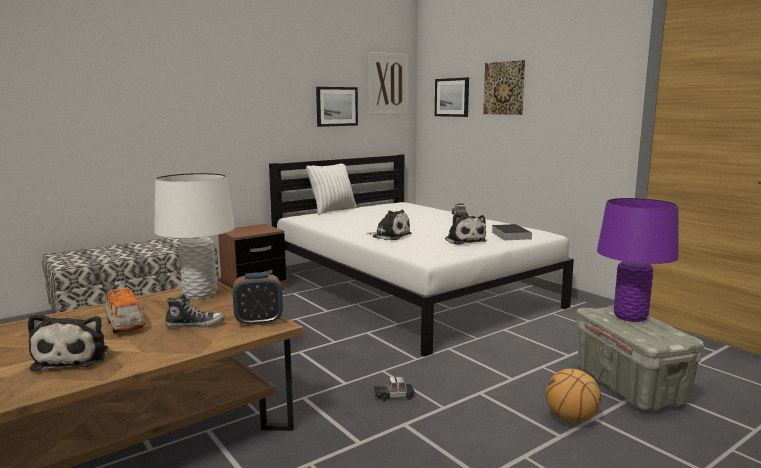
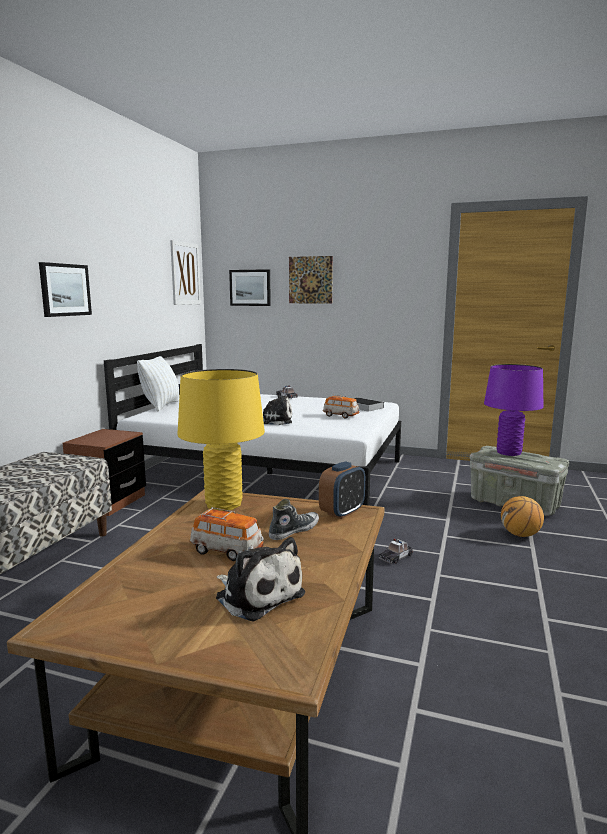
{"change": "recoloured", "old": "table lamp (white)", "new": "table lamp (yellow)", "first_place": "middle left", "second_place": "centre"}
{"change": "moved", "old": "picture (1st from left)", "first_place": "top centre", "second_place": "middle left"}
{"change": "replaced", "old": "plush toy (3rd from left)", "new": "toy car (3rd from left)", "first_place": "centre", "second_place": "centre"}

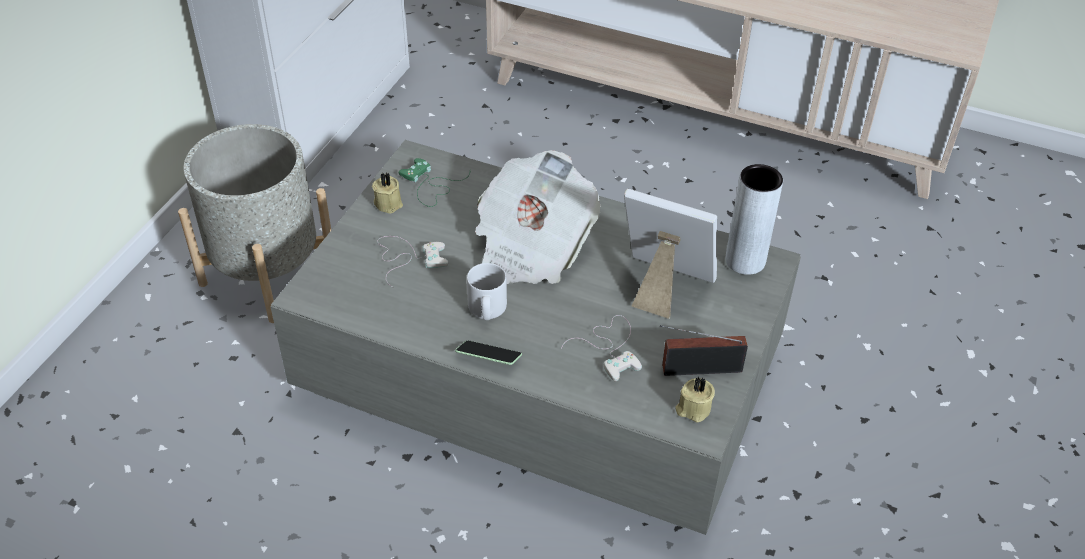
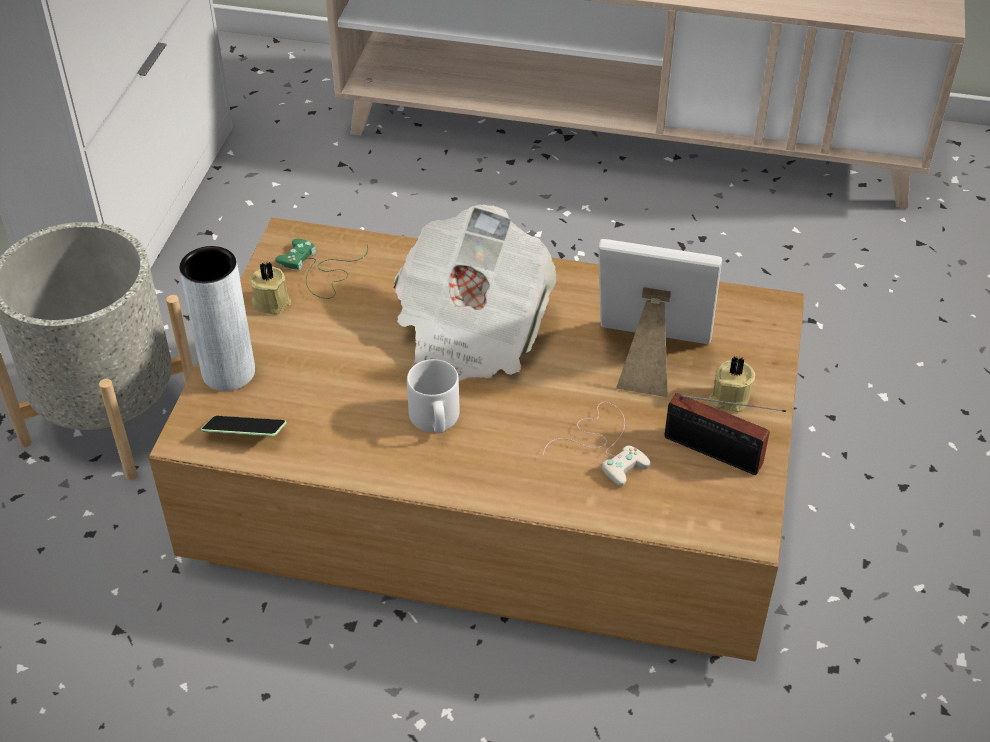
{"change": "recoloured", "old": "coffee table (grey)", "new": "coffee table (brown)", "first_place": "centre", "second_place": "centre"}
{"change": "removed", "old": "game controller (white) (1st from left)", "first_place": "centre"}
{"change": "moved", "old": "phone", "first_place": "centre", "second_place": "middle left"}
{"change": "turned", "old": "radio", "first_place": "centre", "second_place": "middle right", "degrees": -135}
{"change": "moved", "old": "candle (beige) (2nd from left)", "first_place": "bottom centre", "second_place": "middle right"}
{"change": "moved", "old": "vase (grey)", "first_place": "middle right", "second_place": "middle left"}

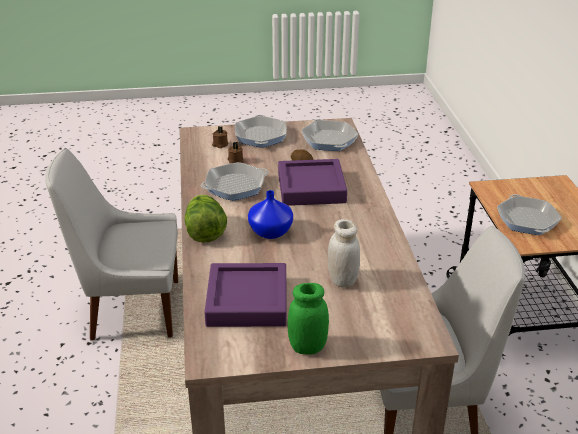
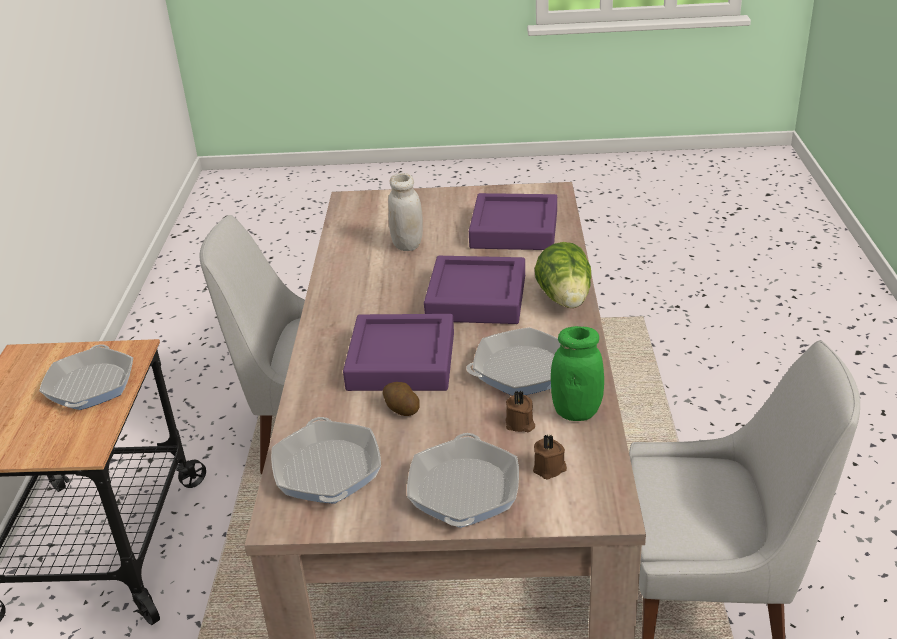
{"change": "replaced", "old": "vase (blue)", "new": "tray (purple) (2nd from left)", "first_place": "centre", "second_place": "centre"}
{"change": "moved", "old": "jar (green)", "first_place": "bottom centre", "second_place": "centre"}

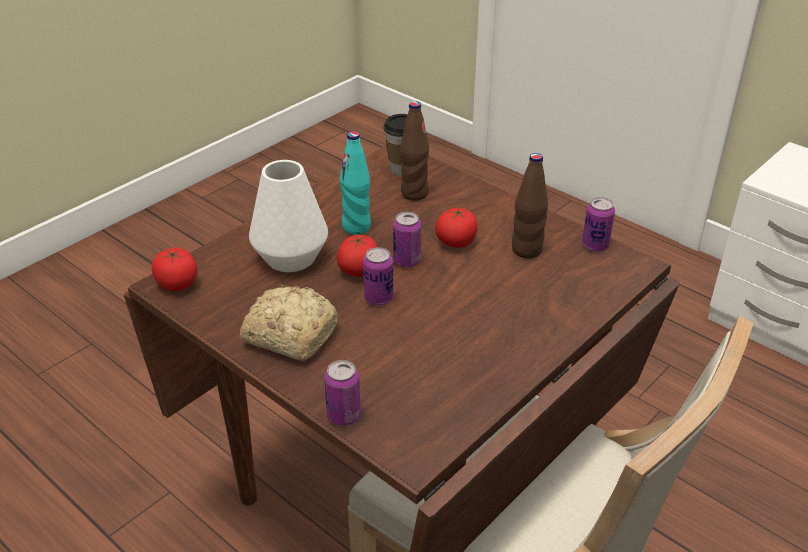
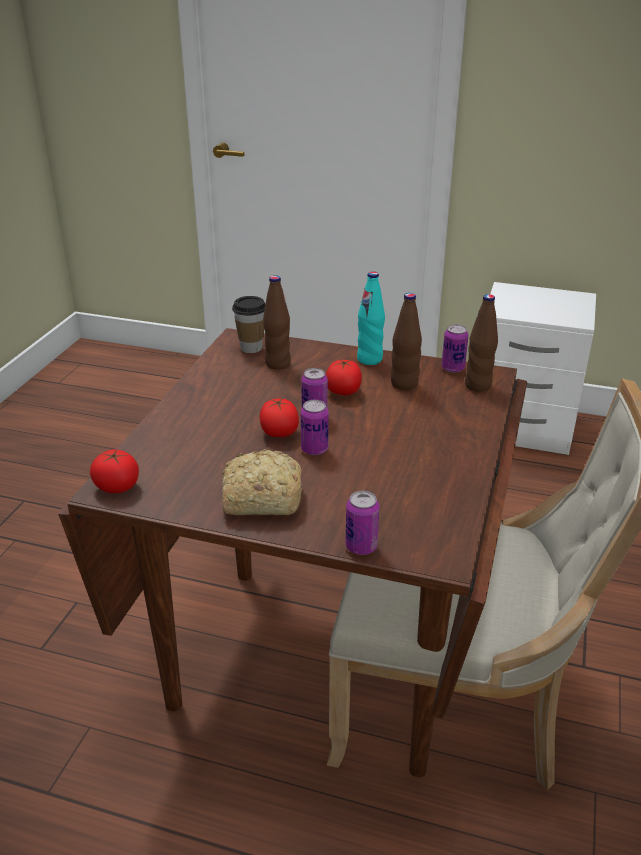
{"change": "removed", "old": "vase (white)", "first_place": "centre"}
{"change": "moved", "old": "bottle (turquoise)", "first_place": "top centre", "second_place": "centre"}
{"change": "added", "new": "bottle (brown) (3rd from left)", "second_place": "middle right"}

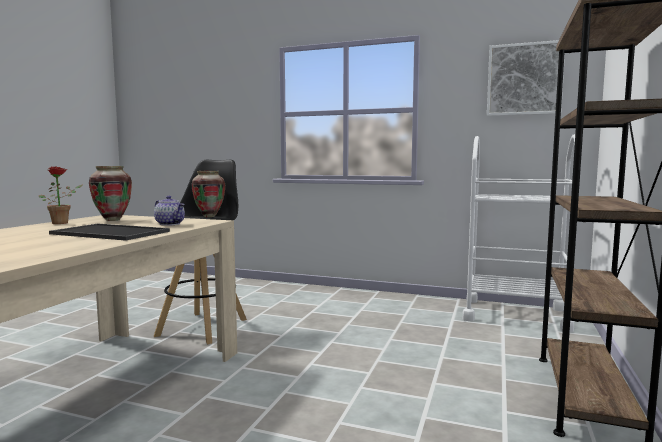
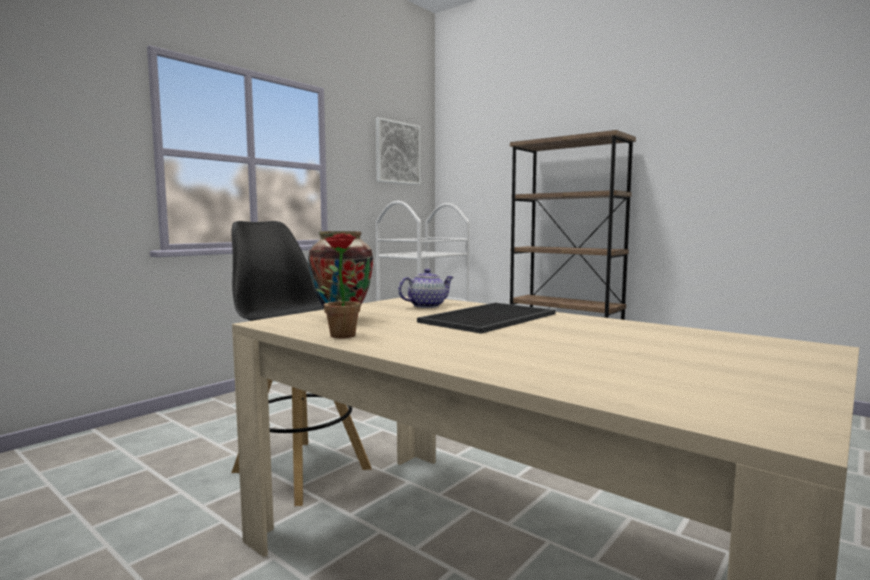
{"change": "removed", "old": "vase (2nd from left)", "first_place": "middle left"}

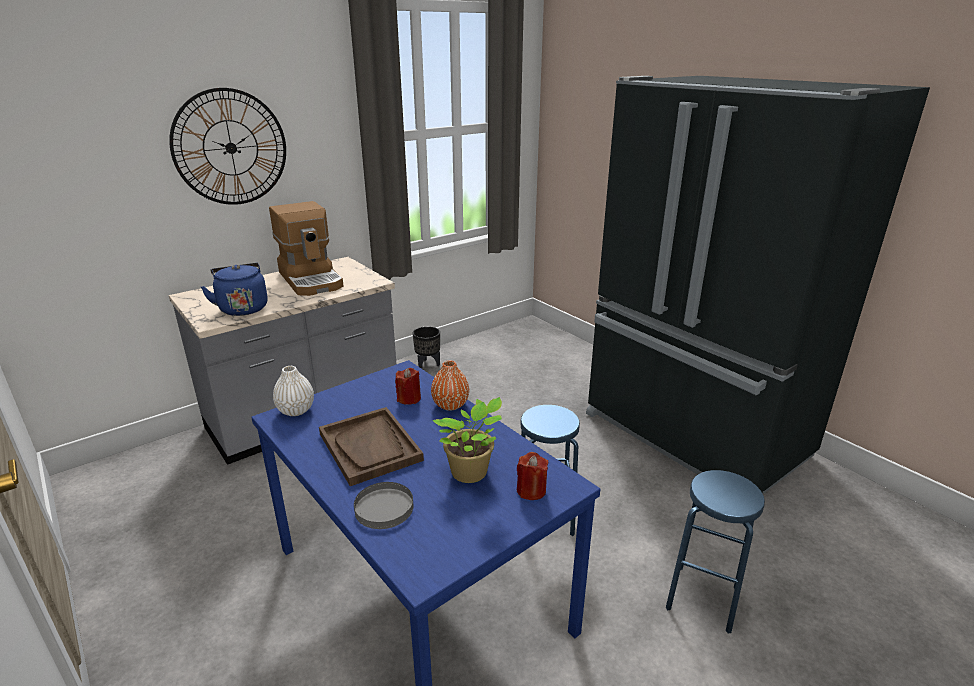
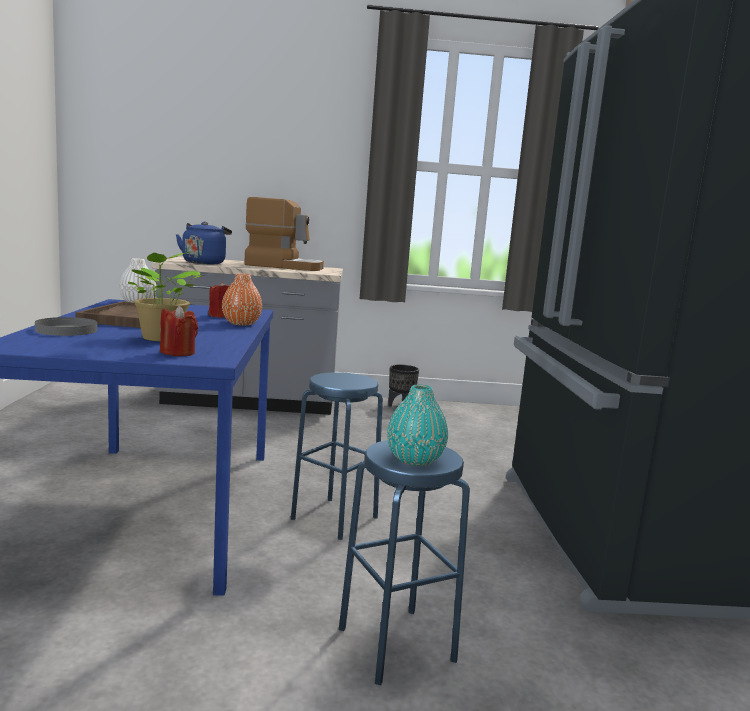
{"change": "removed", "old": "wall clock", "first_place": "top left"}
{"change": "turned", "old": "coffee machine", "first_place": "middle left", "second_place": "top centre", "degrees": -90}
{"change": "added", "new": "vase (turquoise)", "second_place": "centre"}

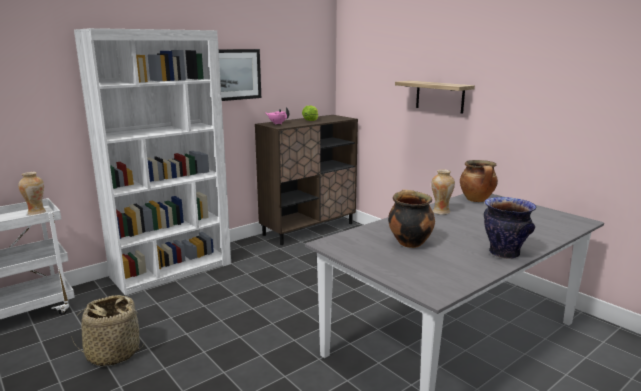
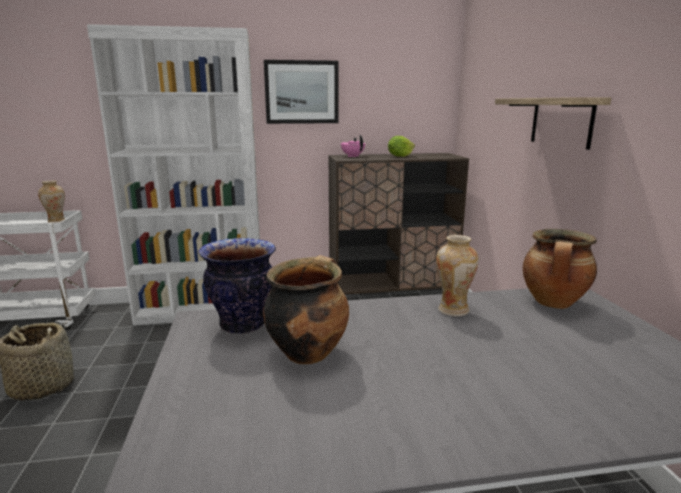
{"change": "moved", "old": "vase (3rd from left in the first image)", "new": "vase (2nd from left)", "first_place": "middle right", "second_place": "centre"}

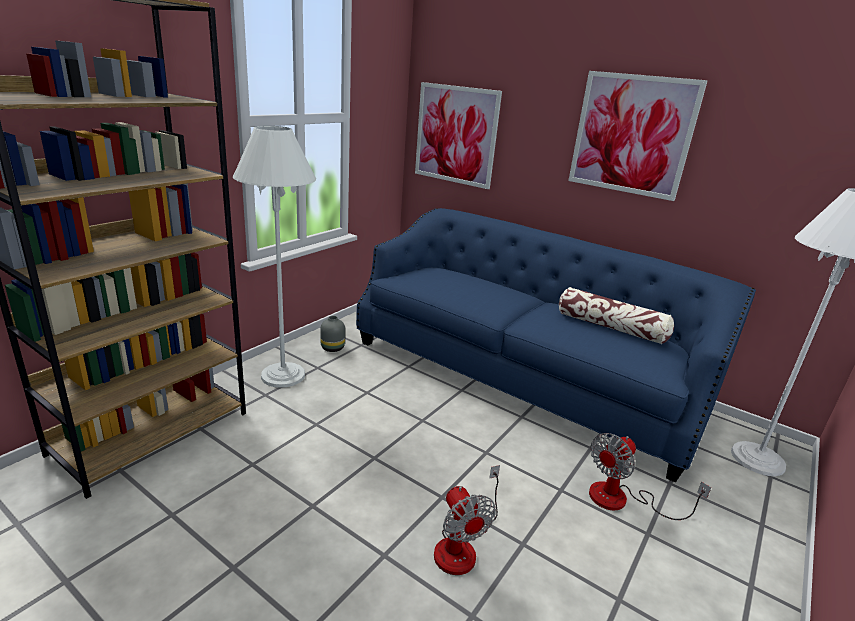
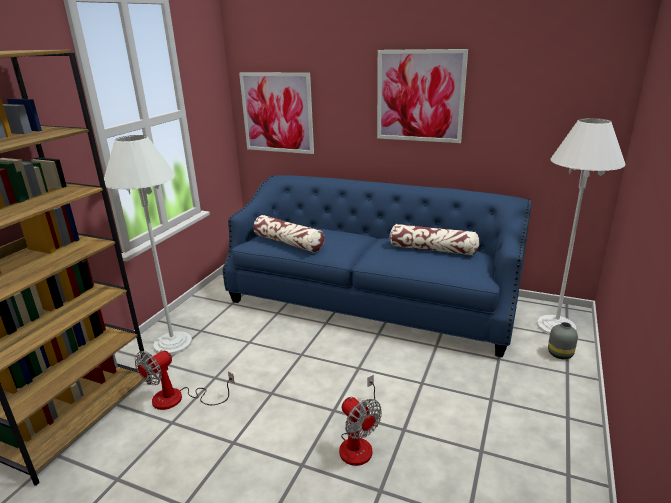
{"change": "moved", "old": "vase (grey)", "first_place": "centre", "second_place": "bottom right"}
{"change": "moved", "old": "fan (2nd from left in the first image)", "new": "fan (1st from left)", "first_place": "bottom right", "second_place": "bottom left"}
{"change": "added", "new": "pillow (1st from left)", "second_place": "centre"}

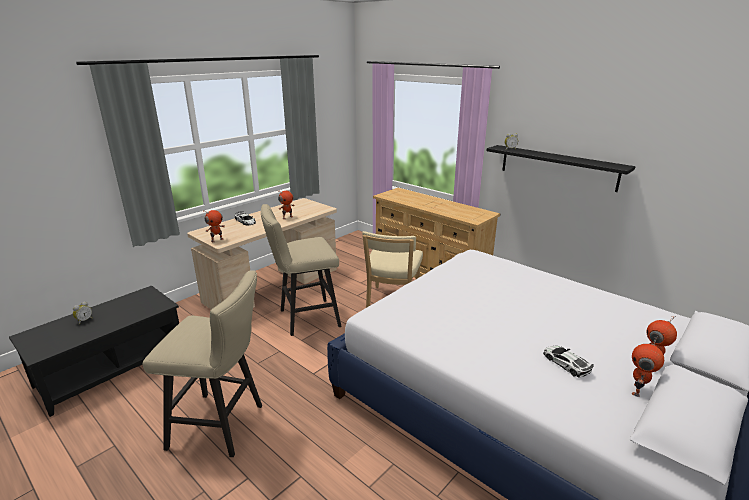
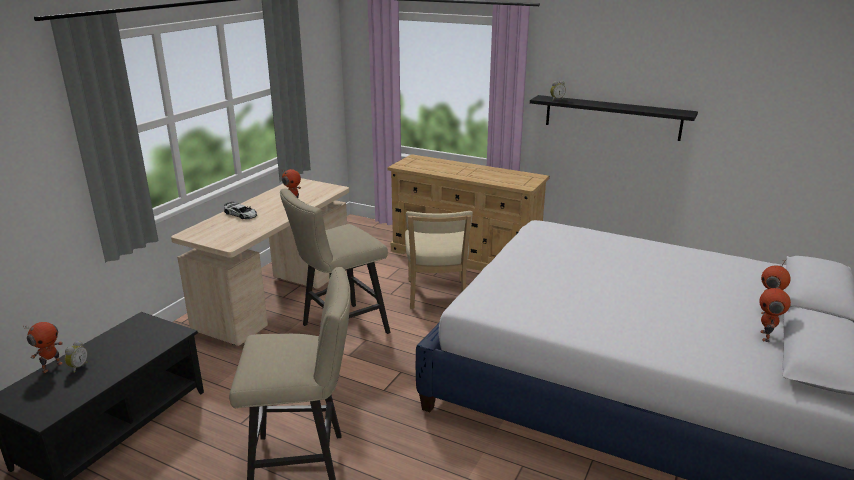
{"change": "moved", "old": "toy robot (1st from left)", "first_place": "middle left", "second_place": "bottom left"}
{"change": "removed", "old": "toy car (2nd from left)", "first_place": "bottom right"}

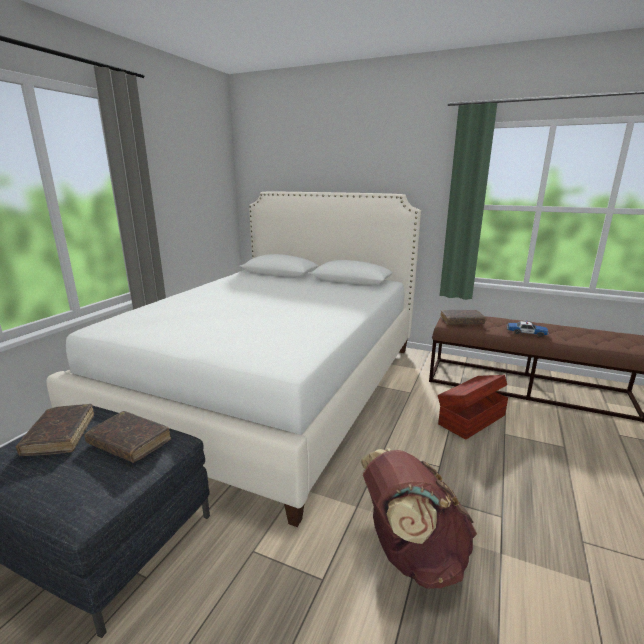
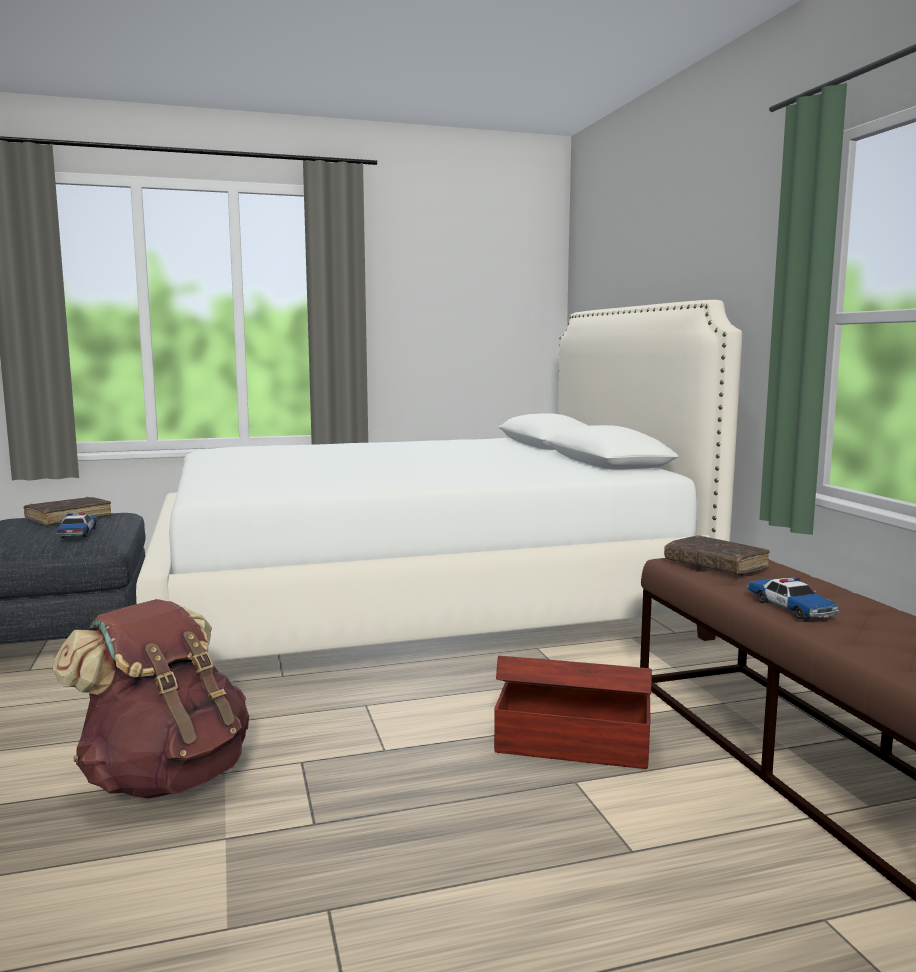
{"change": "replaced", "old": "book (brown) (2nd from left)", "new": "toy car (1st from left)", "first_place": "bottom left", "second_place": "middle left"}

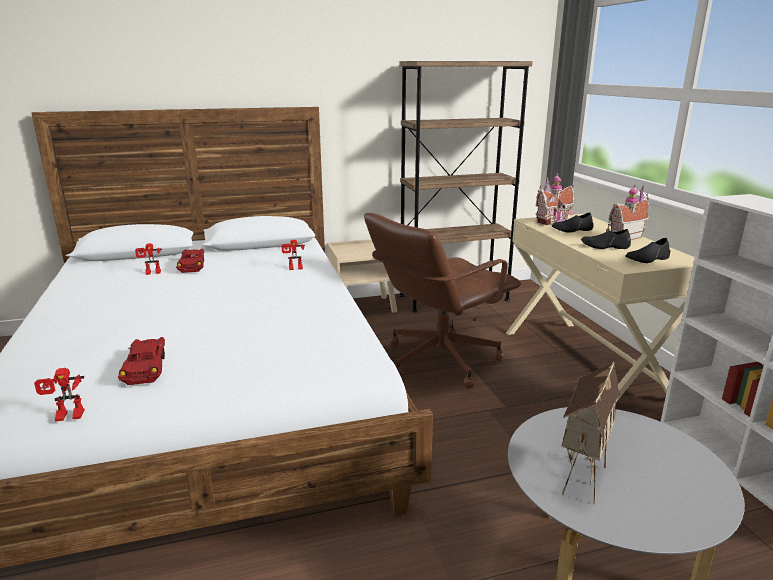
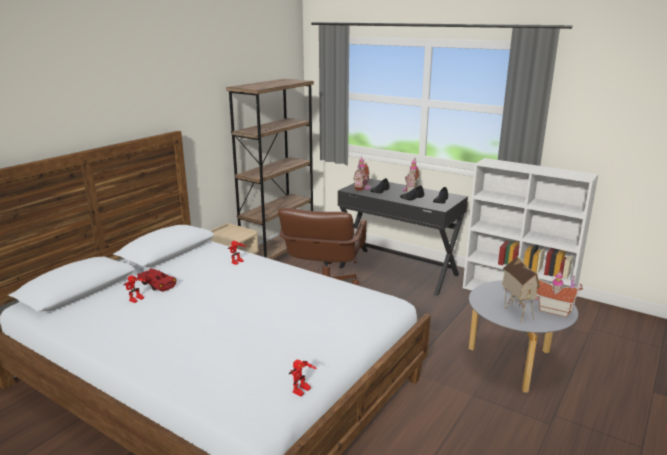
{"change": "removed", "old": "toy car (red) (1st from left)", "first_place": "middle left"}
{"change": "recoloured", "old": "desk (beige)", "new": "desk (black)", "first_place": "middle right", "second_place": "centre"}
{"change": "added", "new": "toy house (4th from left)", "second_place": "middle right"}

